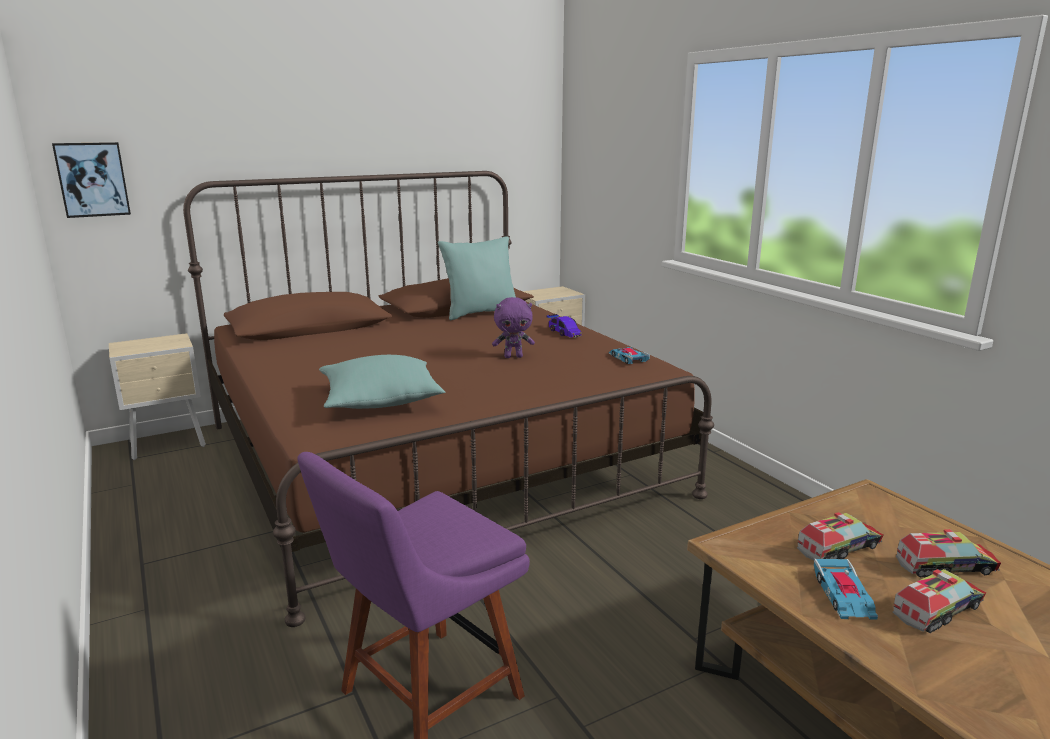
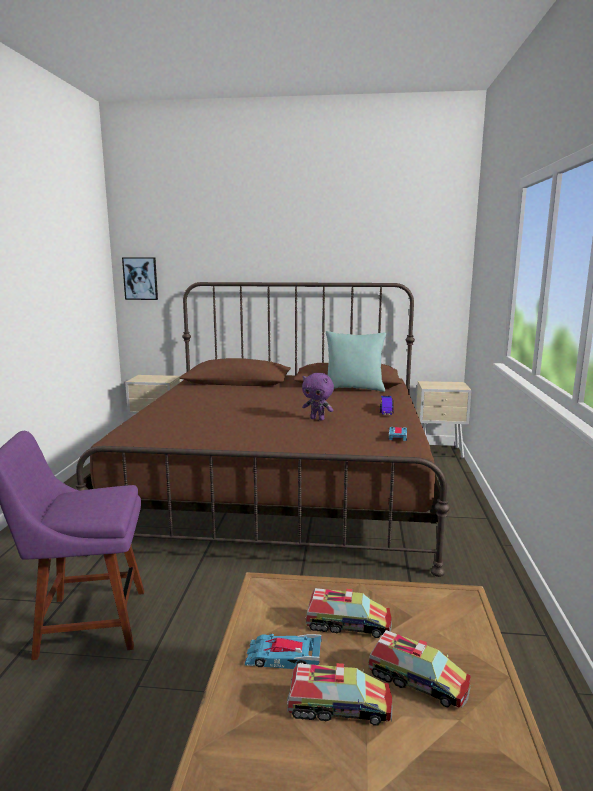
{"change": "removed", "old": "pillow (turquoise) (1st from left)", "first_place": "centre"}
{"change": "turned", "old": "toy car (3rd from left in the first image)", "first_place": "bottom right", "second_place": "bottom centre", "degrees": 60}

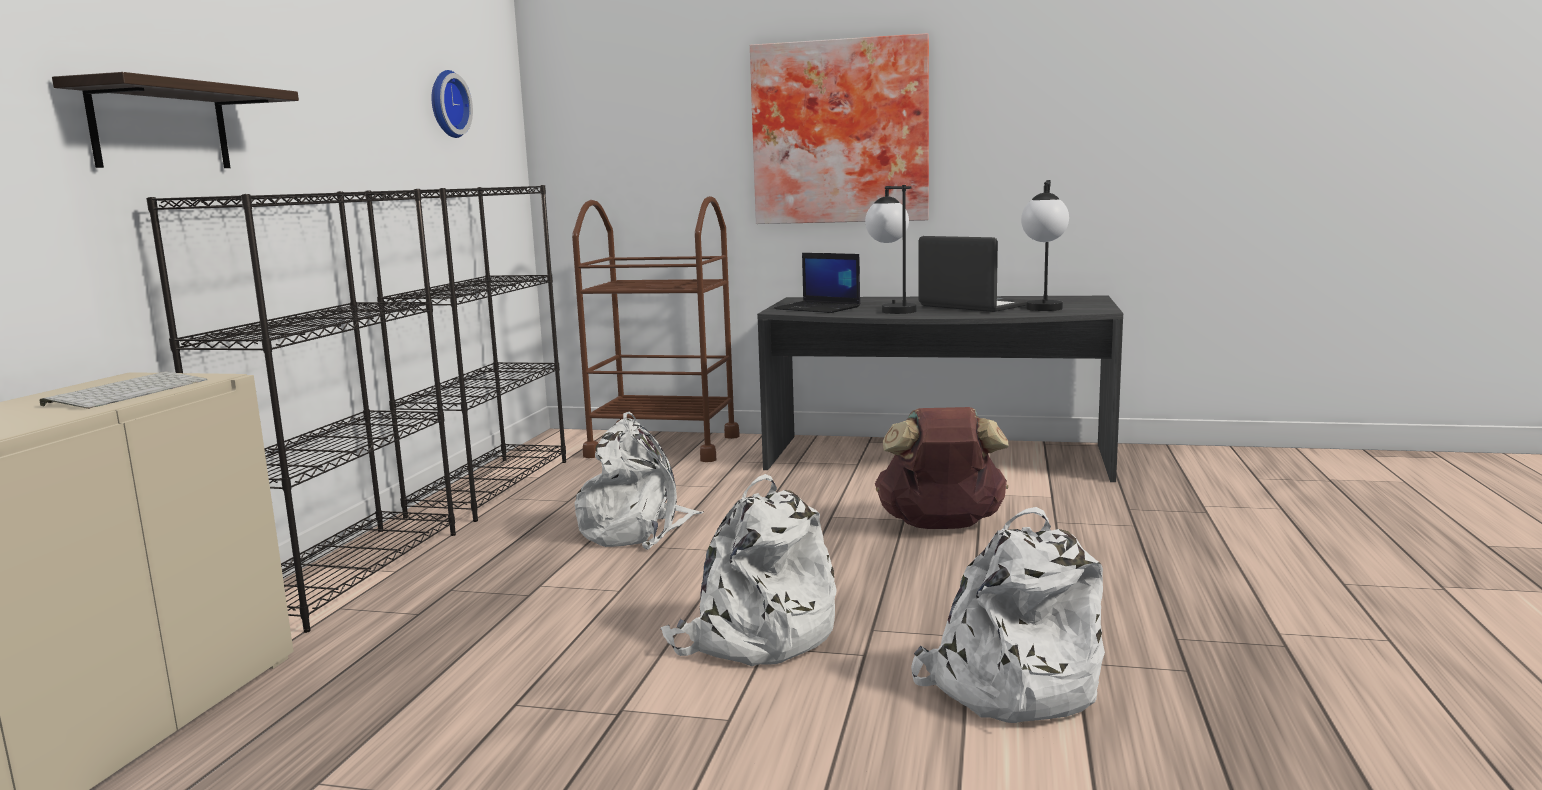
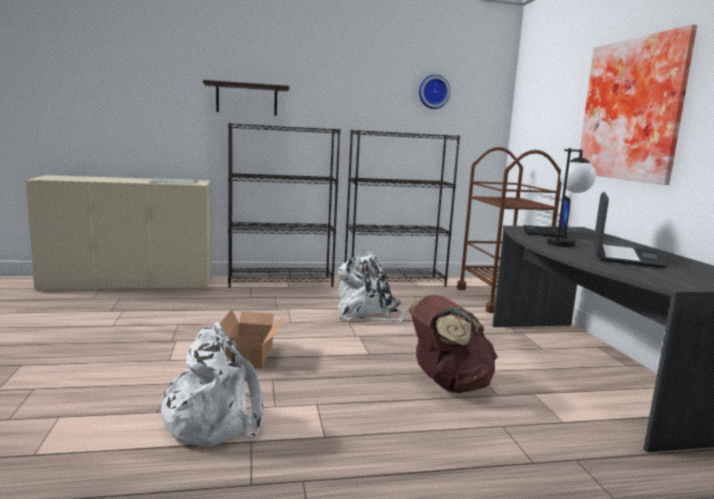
{"change": "replaced", "old": "backpack (white) (2nd from left)", "new": "cardboard box", "first_place": "bottom centre", "second_place": "bottom centre"}
{"change": "removed", "old": "table lamp (2nd from left)", "first_place": "top right"}

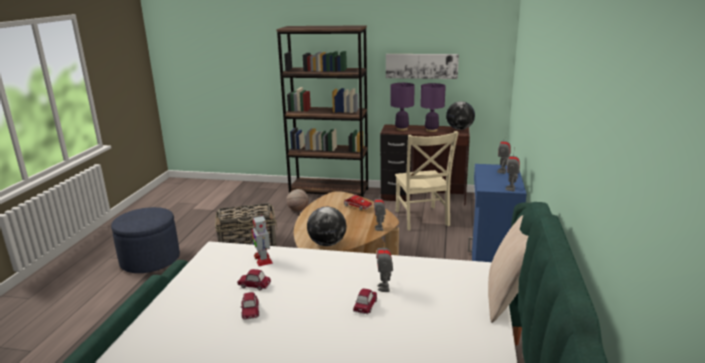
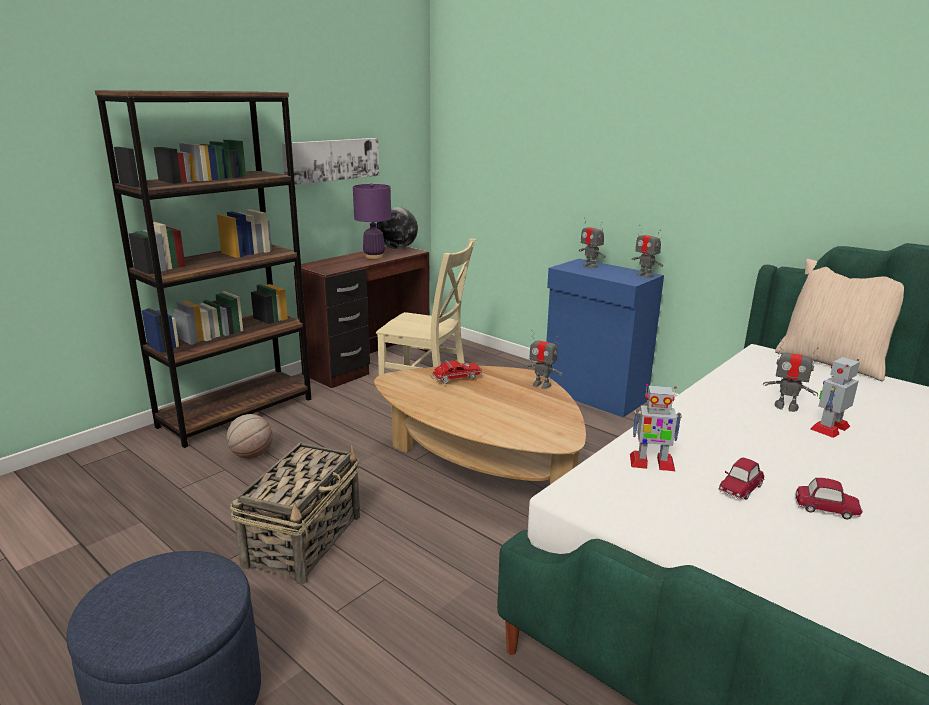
{"change": "removed", "old": "globe (1st from left)", "first_place": "centre"}
{"change": "replaced", "old": "toy car (3rd from left)", "new": "toy robot (6th from left)", "first_place": "bottom centre", "second_place": "middle right"}
{"change": "removed", "old": "table lamp (purple) (1st from left)", "first_place": "top centre"}

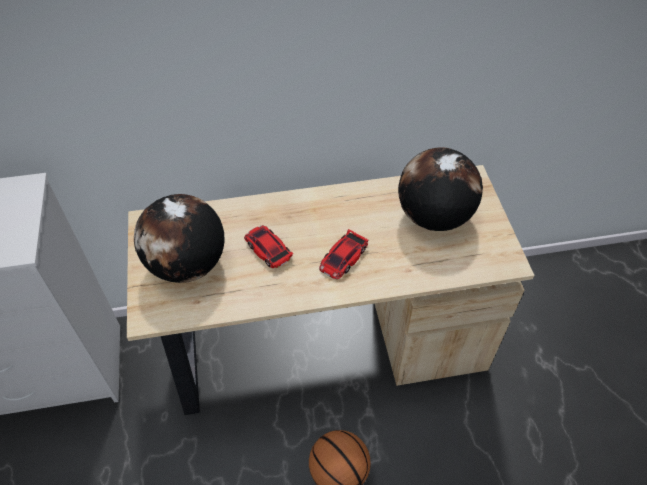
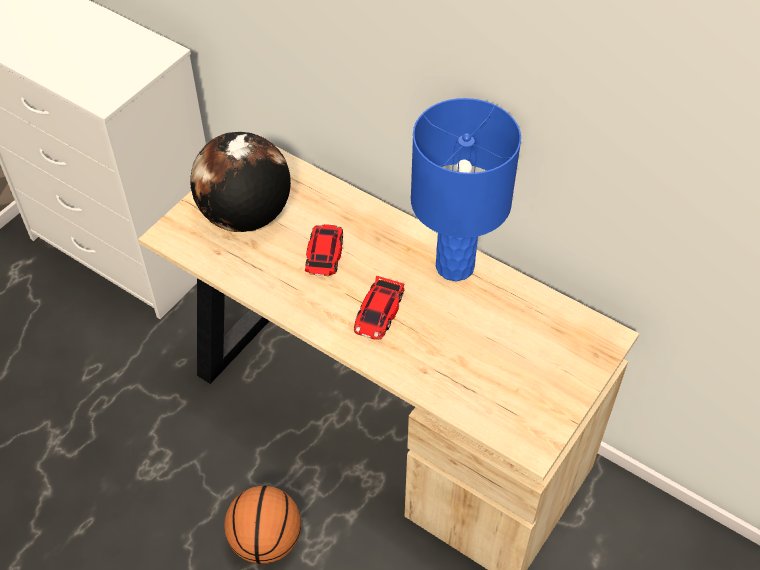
{"change": "turned", "old": "toy car (2nd from left)", "first_place": "centre", "second_place": "centre", "degrees": -60}
{"change": "removed", "old": "globe (2nd from left)", "first_place": "middle right"}
{"change": "added", "new": "table lamp (blue)", "second_place": "top centre"}

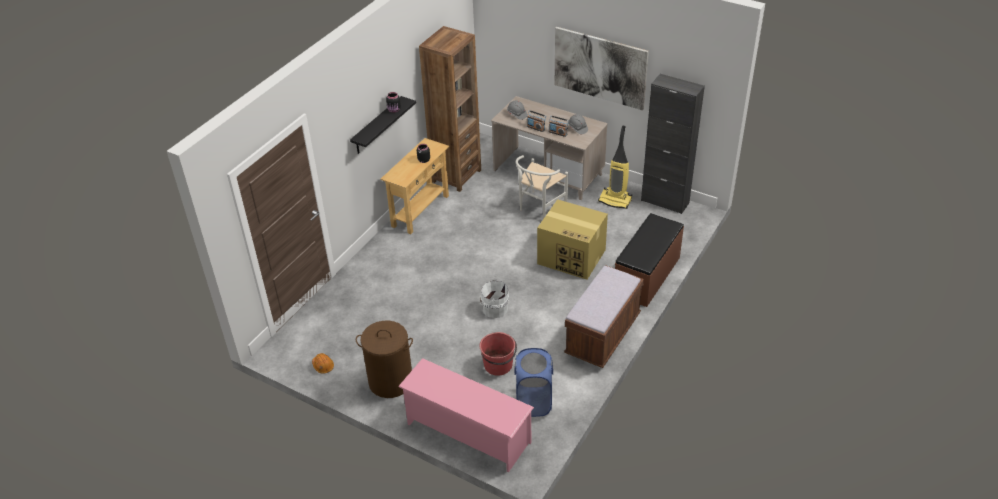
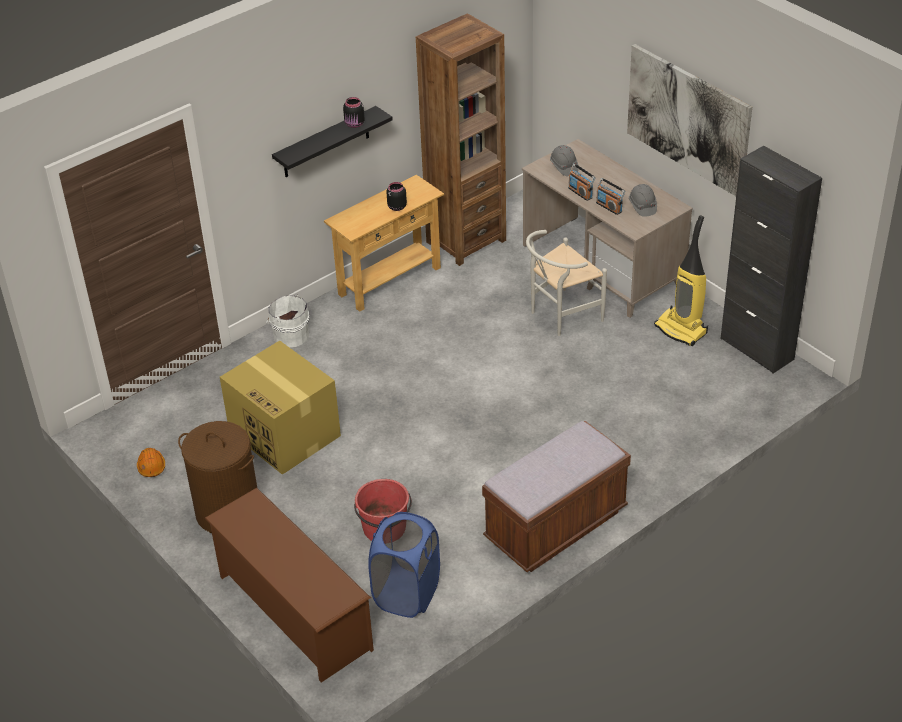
{"change": "recoloured", "old": "shoe rack (pink)", "new": "shoe rack (brown)", "first_place": "bottom centre", "second_place": "bottom left"}
{"change": "moved", "old": "bucket (white)", "first_place": "centre", "second_place": "middle left"}
{"change": "moved", "old": "cardboard box", "first_place": "centre", "second_place": "middle left"}
{"change": "removed", "old": "bench (brown) (2nd from left)", "first_place": "centre"}

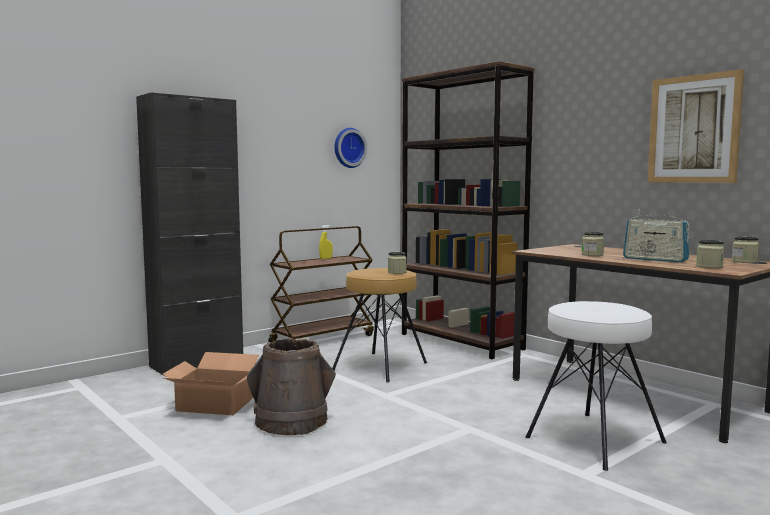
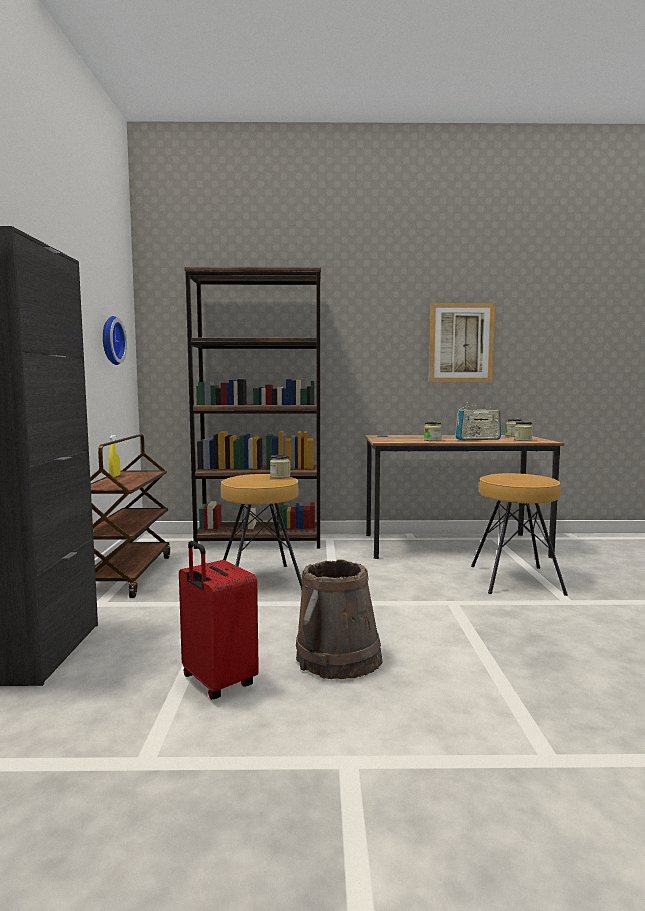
{"change": "replaced", "old": "cardboard box", "new": "suitcase (red)", "first_place": "bottom left", "second_place": "bottom centre"}
{"change": "recoloured", "old": "stool (white)", "new": "stool (brown) (2nd from left)", "first_place": "bottom right", "second_place": "middle right"}

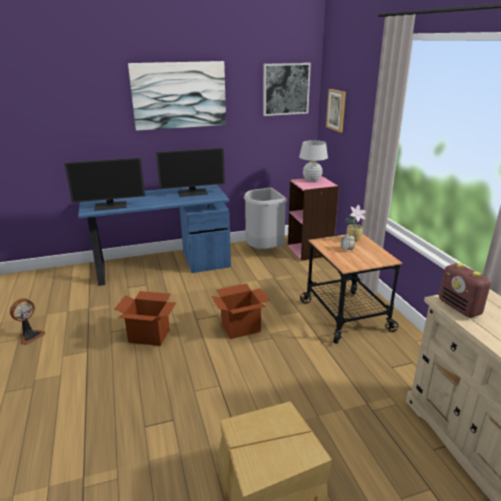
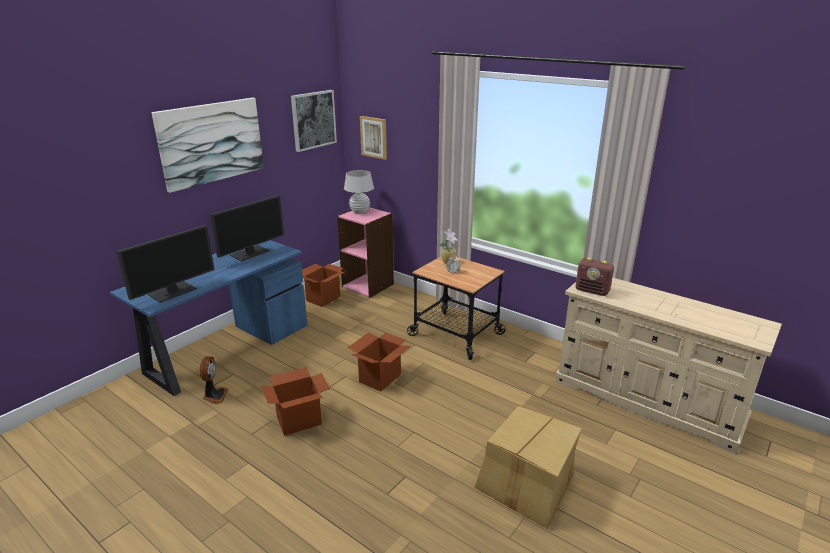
{"change": "moved", "old": "fan", "first_place": "middle left", "second_place": "bottom left"}
{"change": "replaced", "old": "trash can (grey)", "new": "cardboard box (2nd from left)", "first_place": "centre", "second_place": "centre"}

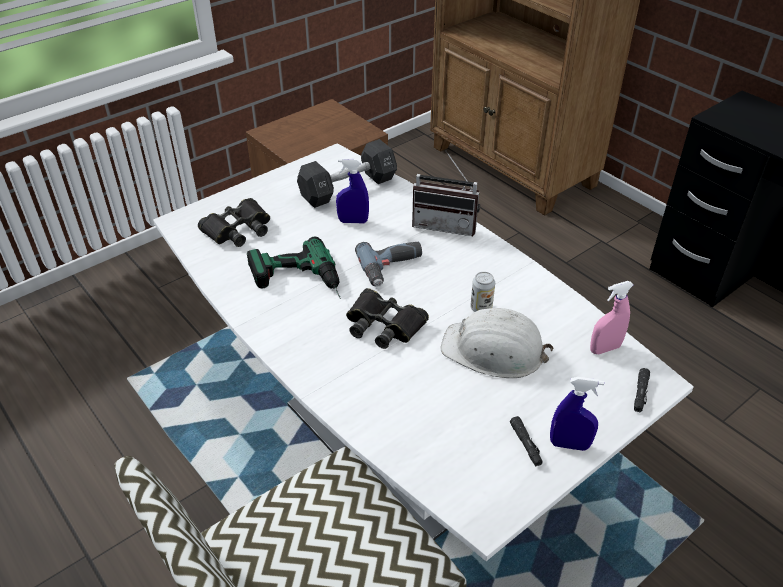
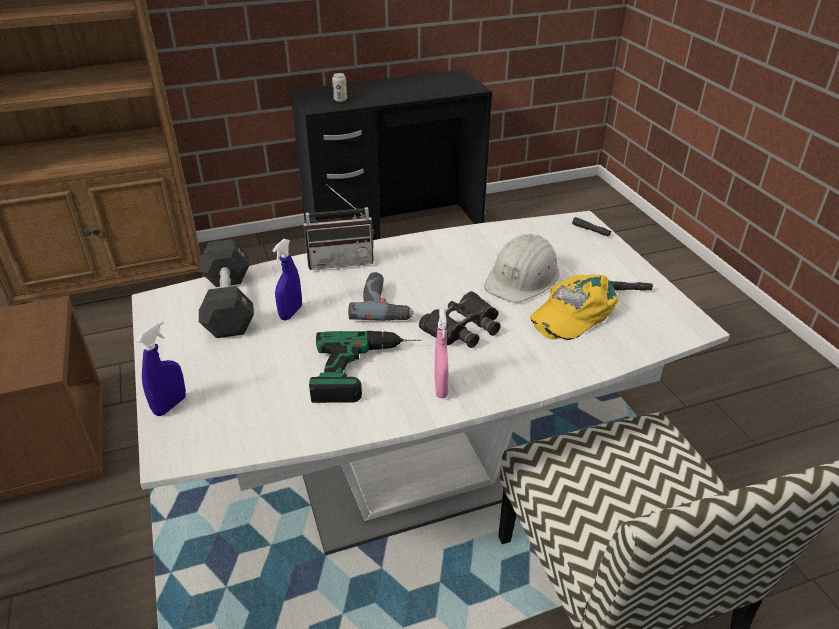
{"change": "removed", "old": "binoculars (black) (1st from left)", "first_place": "middle left"}
{"change": "turned", "old": "radio", "first_place": "top centre", "second_place": "centre", "degrees": 45}
{"change": "moved", "old": "can", "first_place": "centre", "second_place": "top centre"}
{"change": "moved", "old": "spray bottle (blue) (2nd from left in the first image)", "new": "spray bottle (blue) (1st from left)", "first_place": "bottom right", "second_place": "middle left"}
{"change": "moved", "old": "spray bottle (pink)", "first_place": "middle right", "second_place": "centre"}
{"change": "added", "new": "cap (yellow)", "second_place": "middle right"}

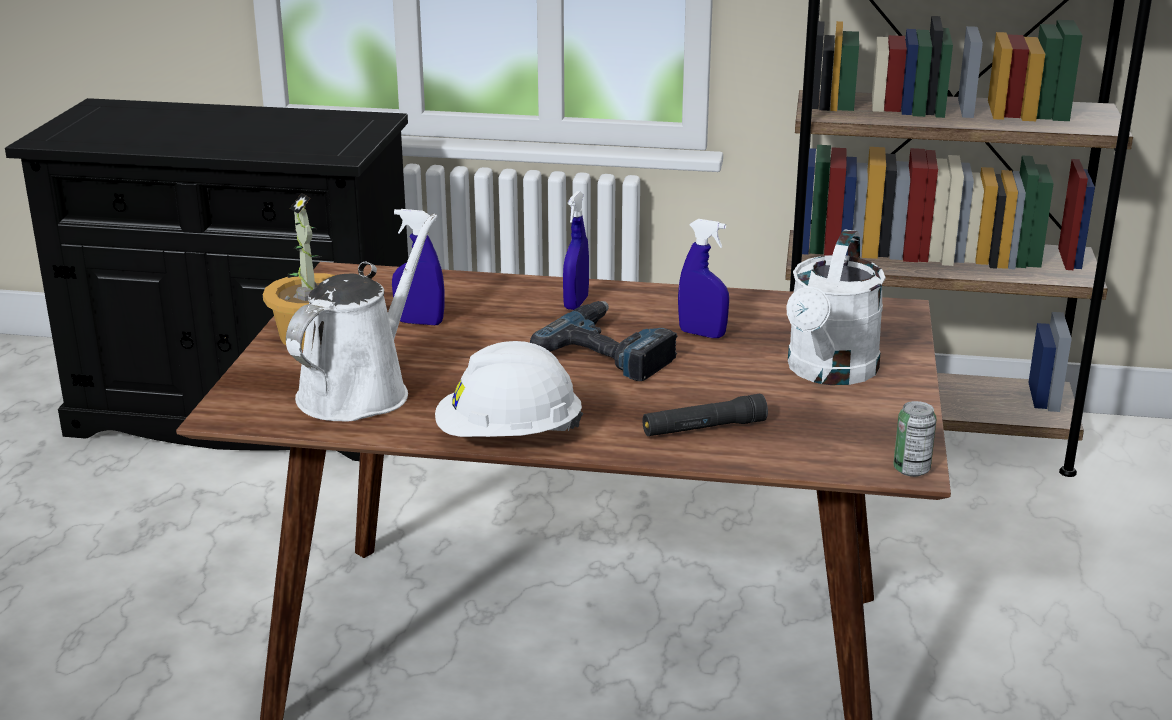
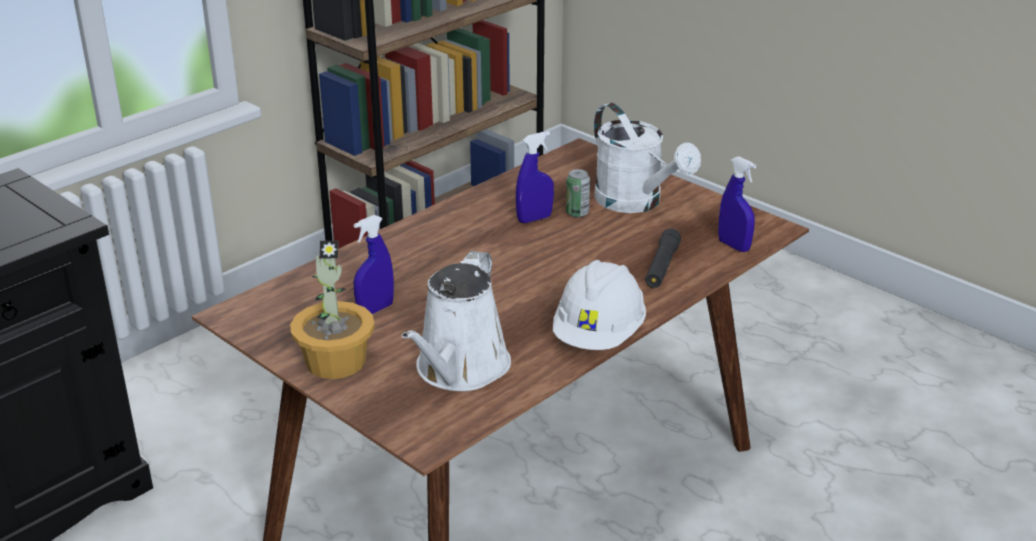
{"change": "turned", "old": "watering can (white) (1st from left)", "first_place": "middle left", "second_place": "centre", "degrees": -135}
{"change": "removed", "old": "power drill", "first_place": "centre"}
{"change": "moved", "old": "spray bottle (blue) (2nd from left in the first image)", "new": "spray bottle (blue) (3rd from left)", "first_place": "centre", "second_place": "middle right"}
{"change": "moved", "old": "can", "first_place": "middle right", "second_place": "centre"}

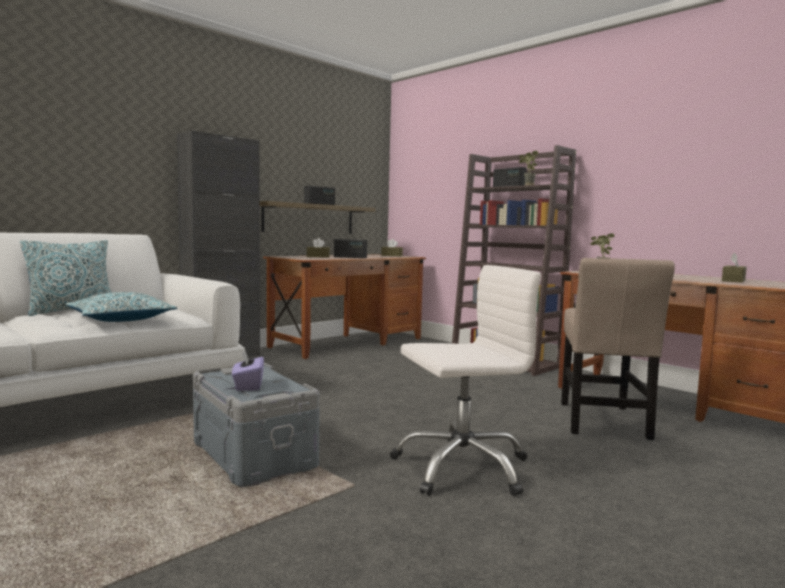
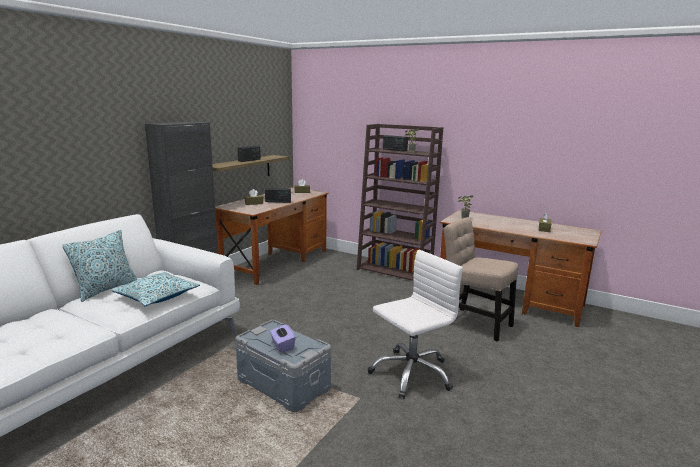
{"change": "turned", "old": "chair (beige)", "first_place": "middle right", "second_place": "middle right", "degrees": 135}

